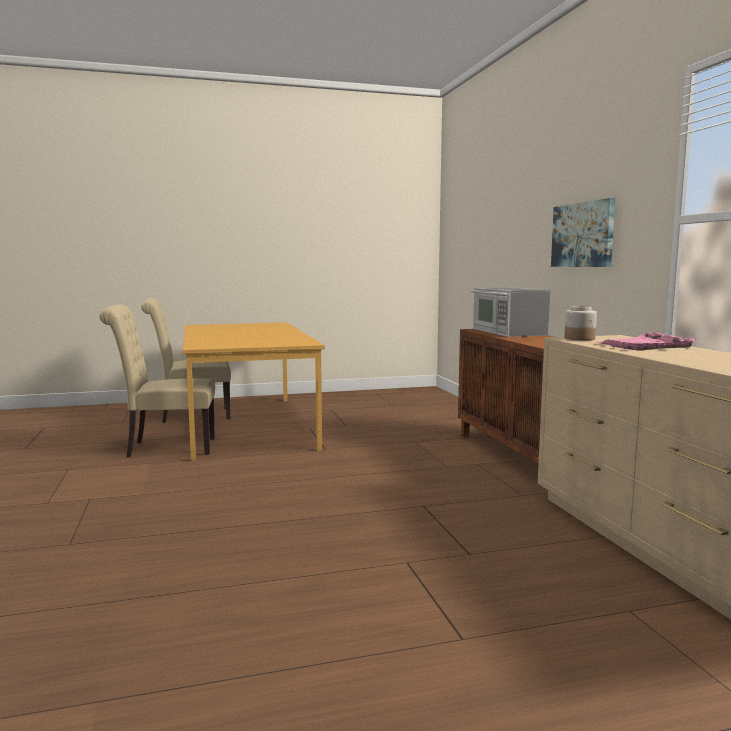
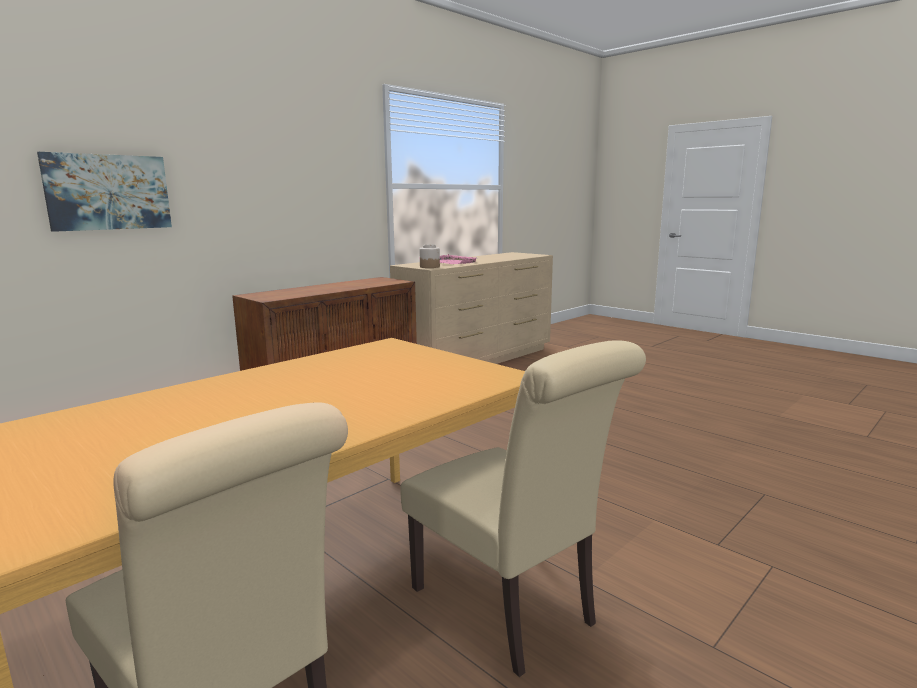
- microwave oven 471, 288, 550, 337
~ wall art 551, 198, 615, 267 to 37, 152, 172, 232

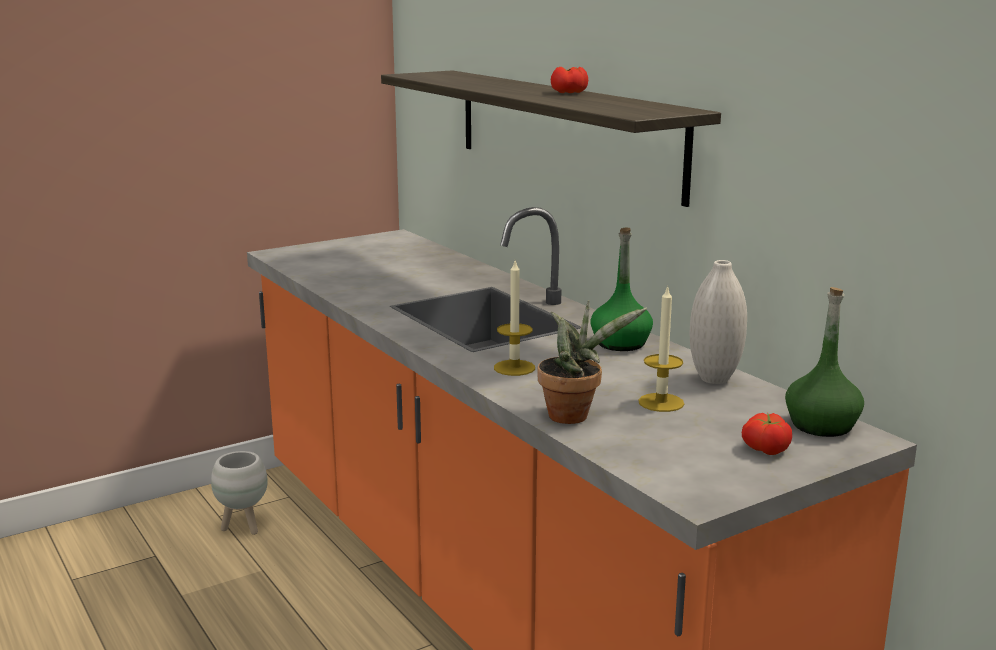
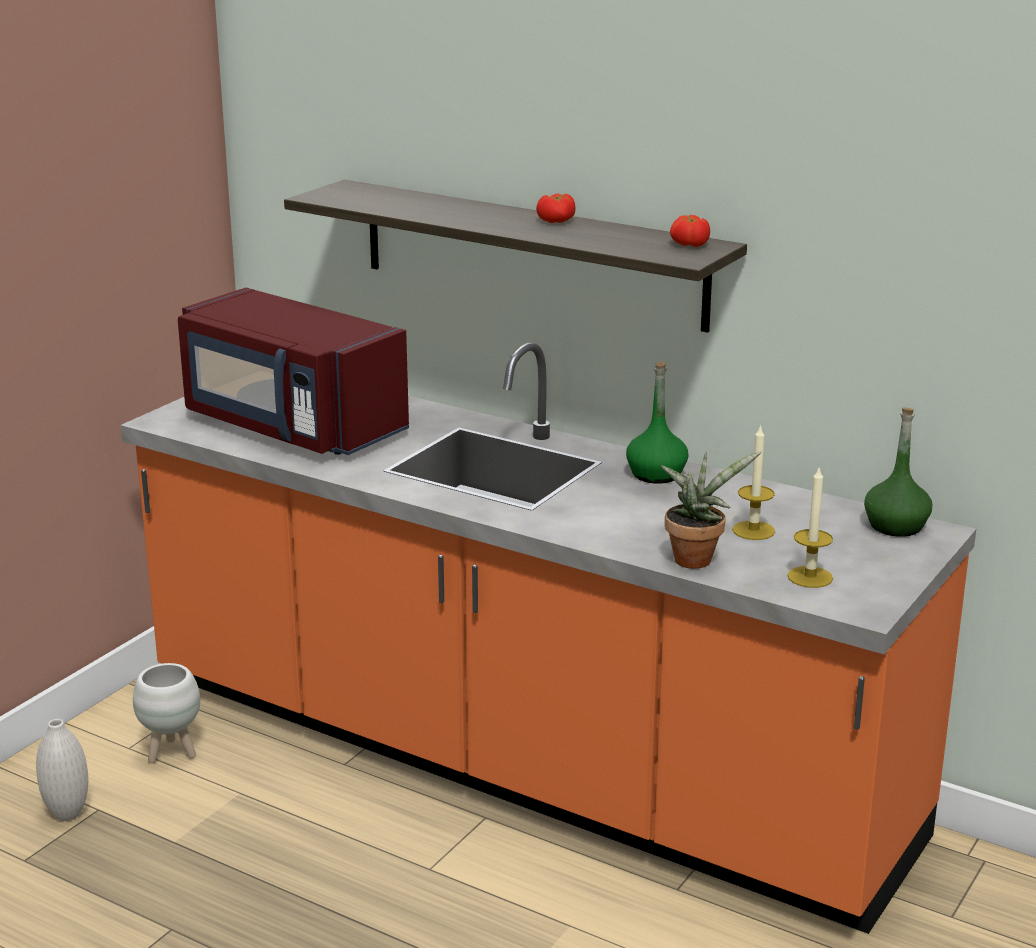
+ microwave oven/red-coloured 178, 288, 409, 455
~ wax light 494, 261, 535, 376 to 787, 468, 833, 588
~ decorative vase/white-coloured 690, 260, 747, 384 to 36, 719, 88, 821
~ tomato 742, 413, 792, 455 to 670, 215, 710, 247

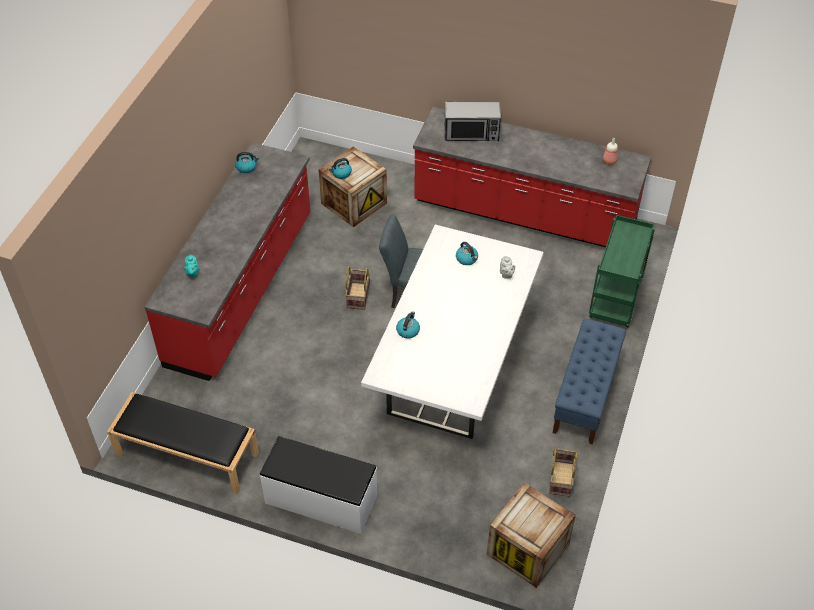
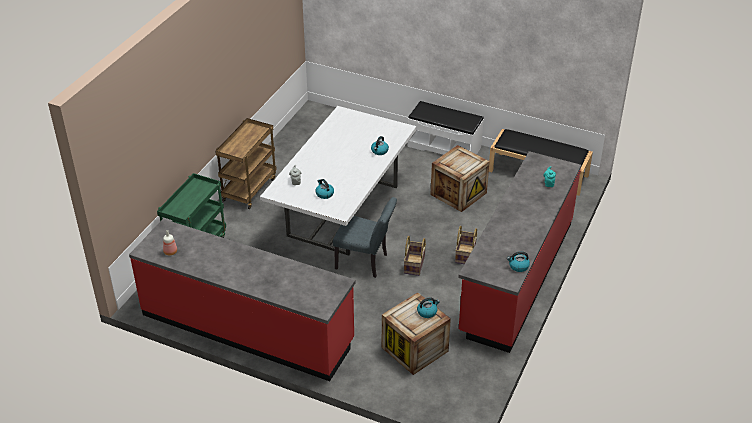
- microwave oven 444, 102, 501, 141
~ crate 487, 482, 576, 588 to 430, 145, 490, 212
~ basket 549, 448, 577, 497 to 455, 226, 477, 264
~ long seat/blue-coloured 553, 319, 626, 445 to trolley/brownish 215, 118, 277, 209

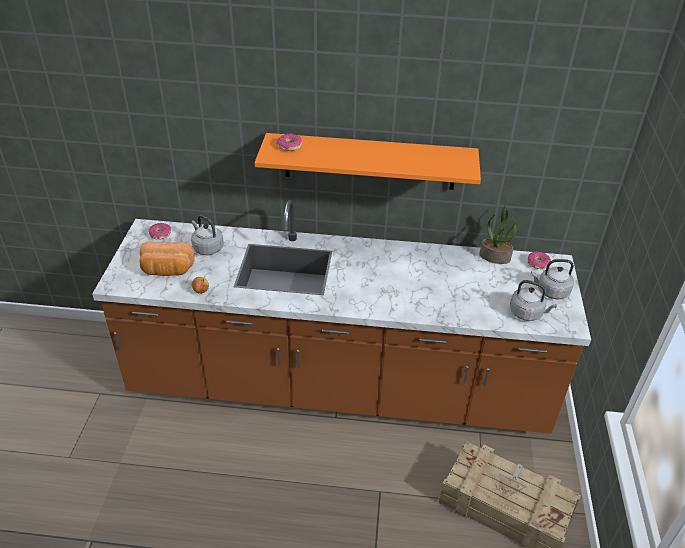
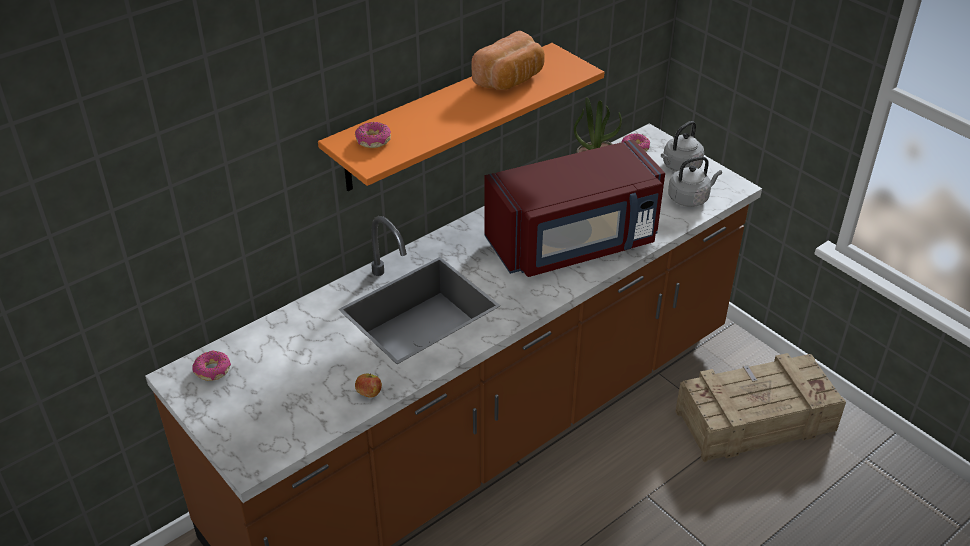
- kettle/grey 191, 215, 224, 255
+ microwave oven/red-coloured 484, 139, 665, 277
~ bakery bread 139, 242, 195, 276 to 471, 31, 545, 90

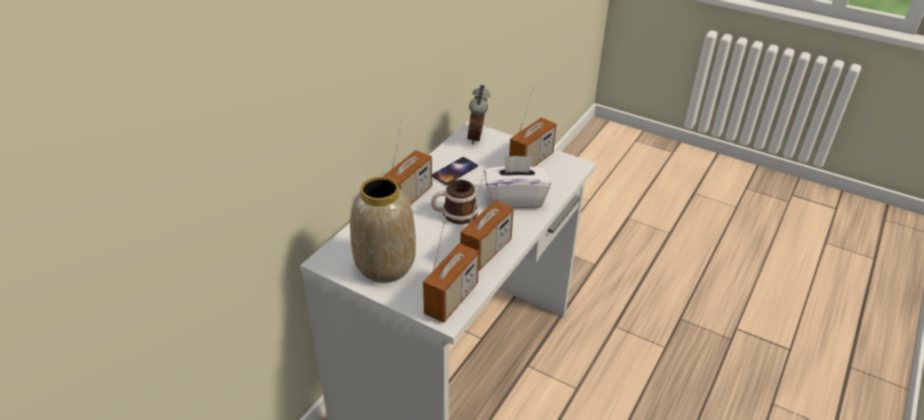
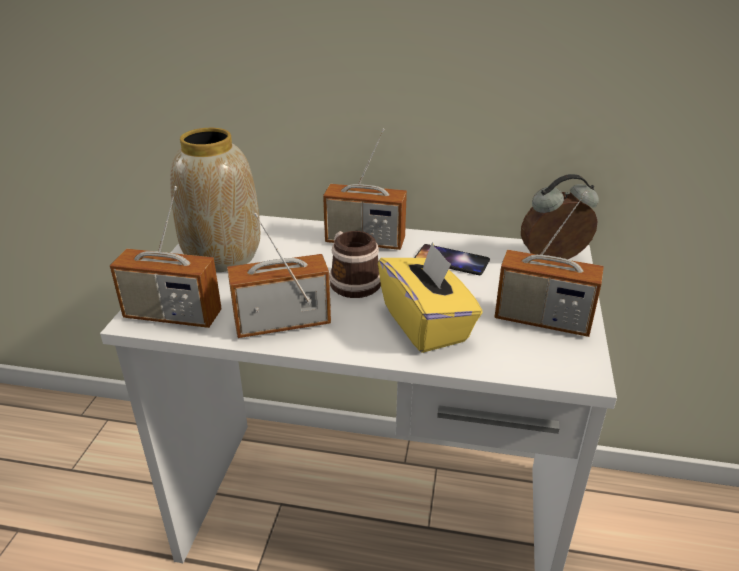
~ tissue holder/white-coloured 485, 155, 551, 208 to tissue holder/yellow-coloured 378, 242, 483, 353
~ radio set 460, 170, 514, 272 = 227, 213, 331, 338 150 degrees clockwise

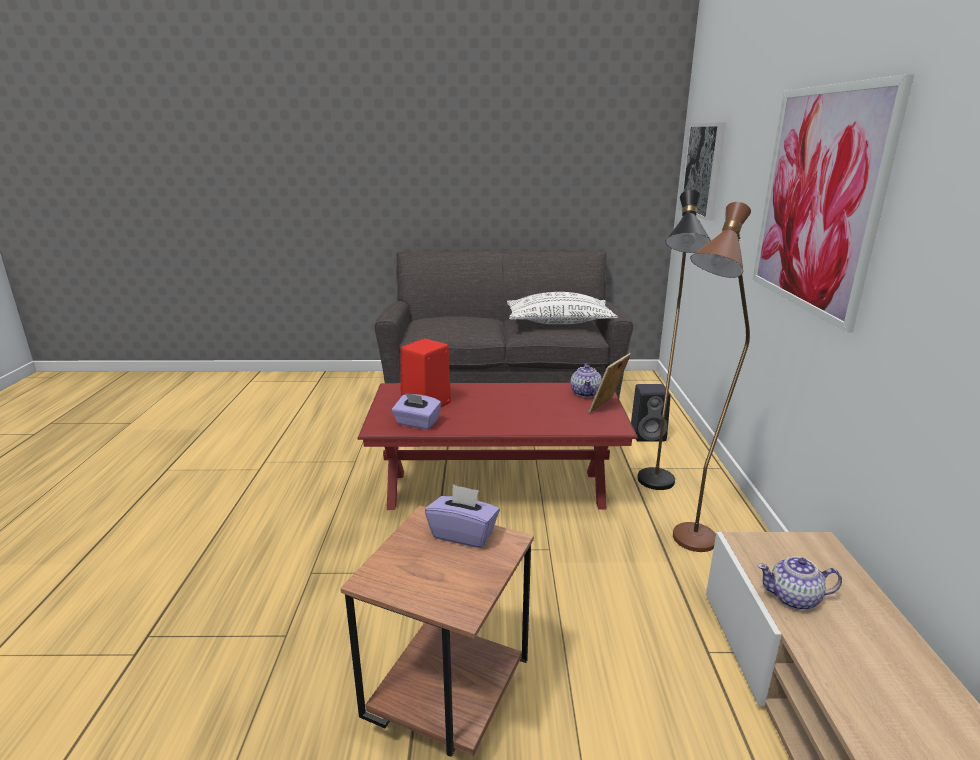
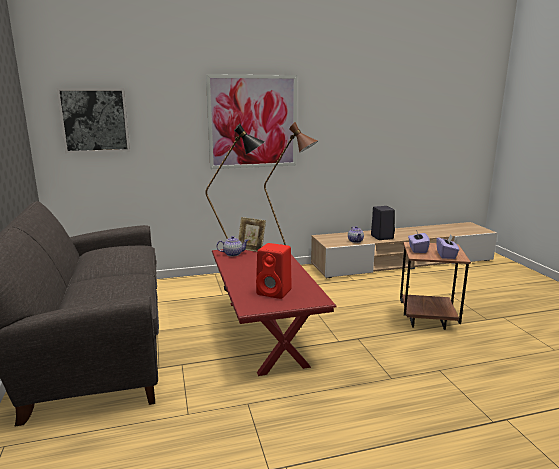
- cushion/white-coloured 507, 292, 618, 324
~ tissue holder/purplish 392, 393, 441, 429 to 437, 235, 459, 259
~ audio speaker/black 631, 384, 670, 442 to 371, 206, 395, 240

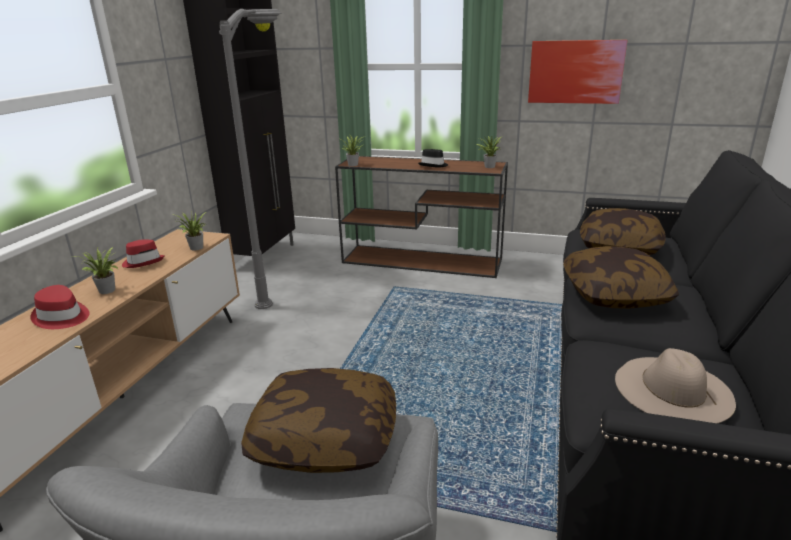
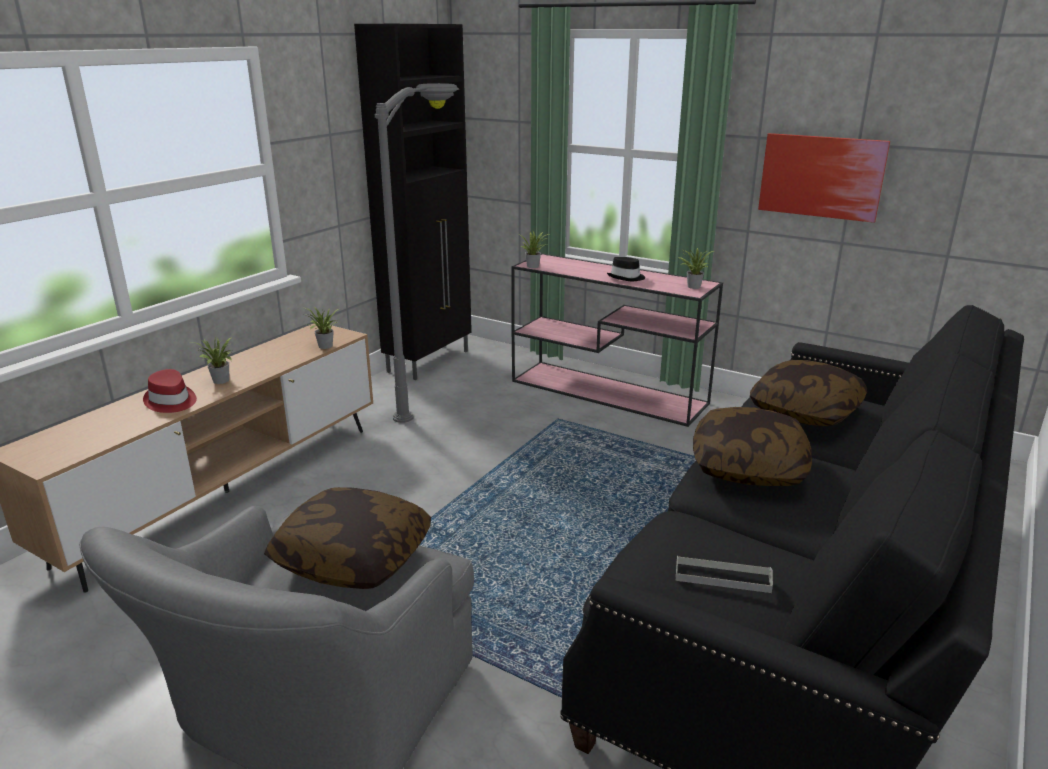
- hat/red-coloured 122, 239, 165, 268
~ hat/beige-coloured 615, 348, 736, 424 to carrying tray/grey 676, 555, 773, 593
~ console table/brownish 335, 156, 508, 278 to console table/pink-coloured 512, 253, 723, 427

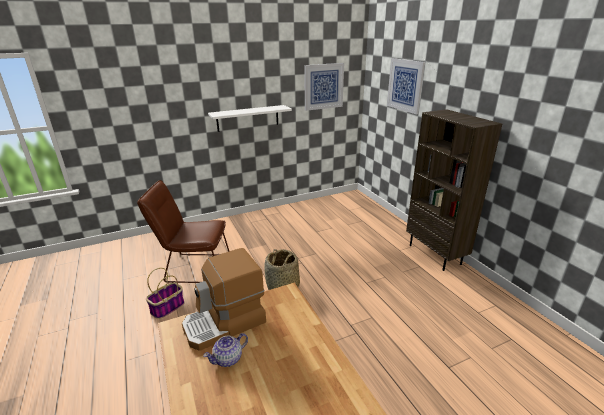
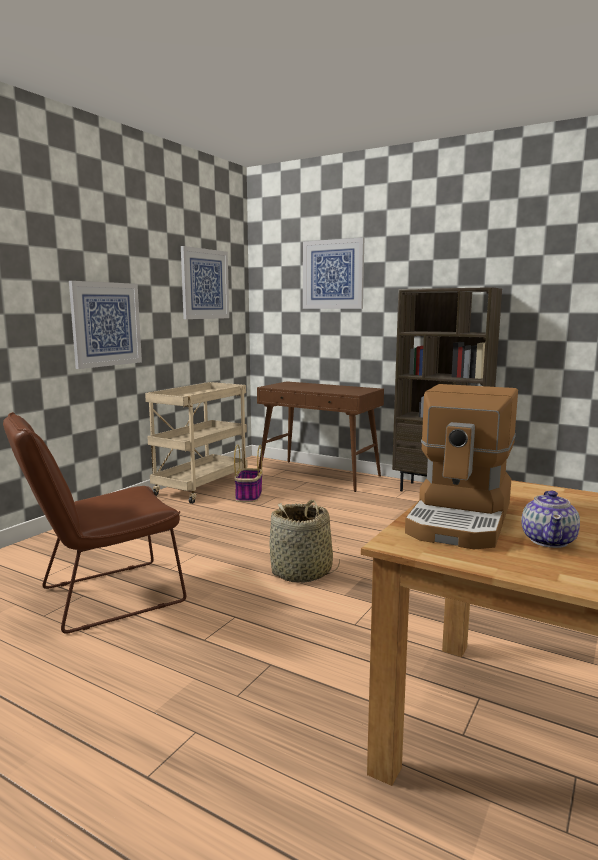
+ trolley/beige-coloured 145, 382, 248, 504
+ console table/brownish 257, 381, 384, 492
~ basket 146, 268, 185, 319 to 234, 444, 263, 502
~ bracket shelf/white-coloured 208, 105, 292, 132 to wall art 69, 281, 142, 369

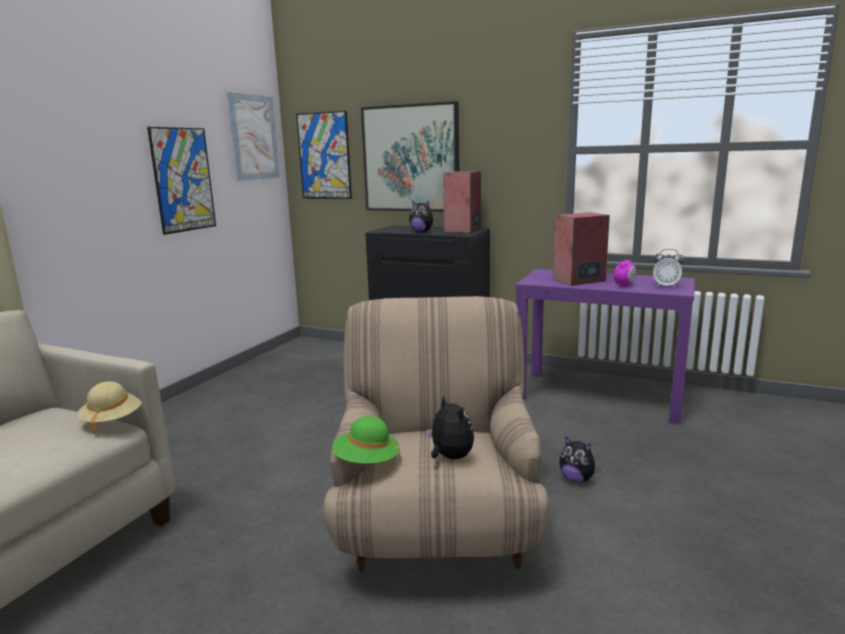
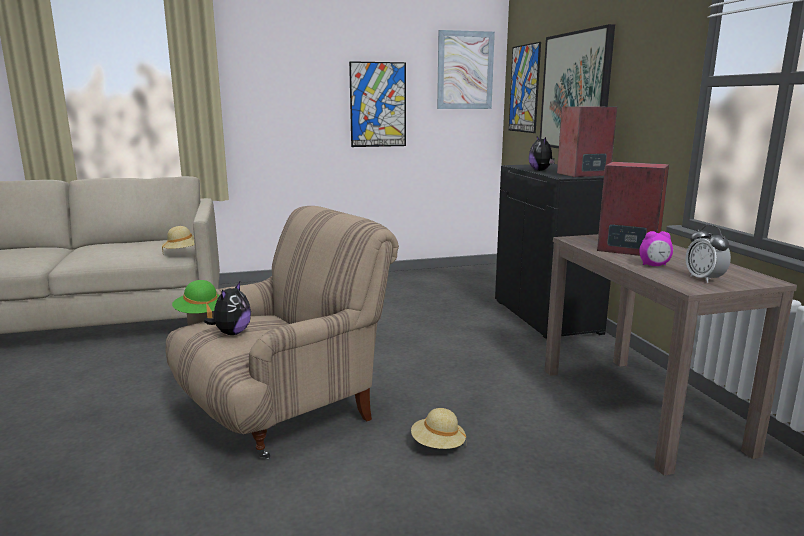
~ plush toy 559, 436, 601, 482 to hat/beige-coloured 411, 408, 466, 449
~ console table/purplish 516, 269, 695, 424 to console table/brownish 544, 234, 797, 476

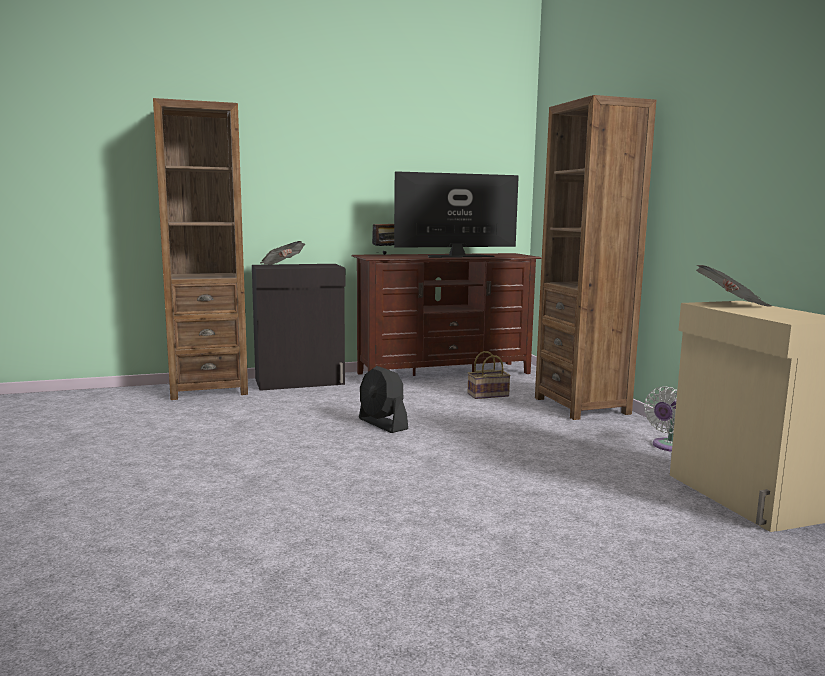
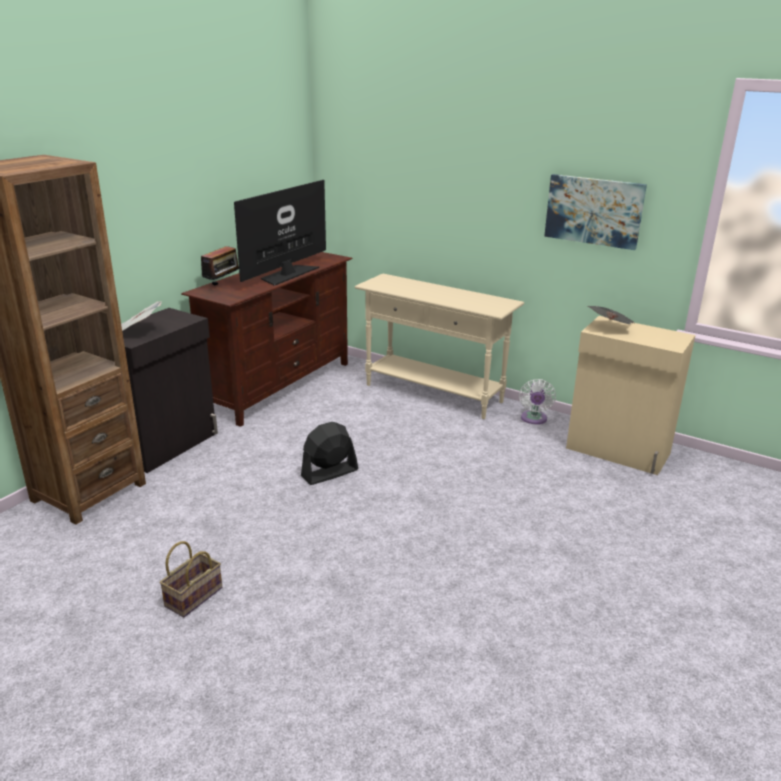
+ wall art 544, 174, 647, 250
~ basket 468, 351, 511, 399 to 160, 541, 222, 617
~ bookshelf/brownish 535, 95, 656, 420 to console table/beige-coloured 355, 274, 524, 419
~ cooling fan/black 359, 366, 408, 433 = 301, 422, 358, 485 135 degrees clockwise

